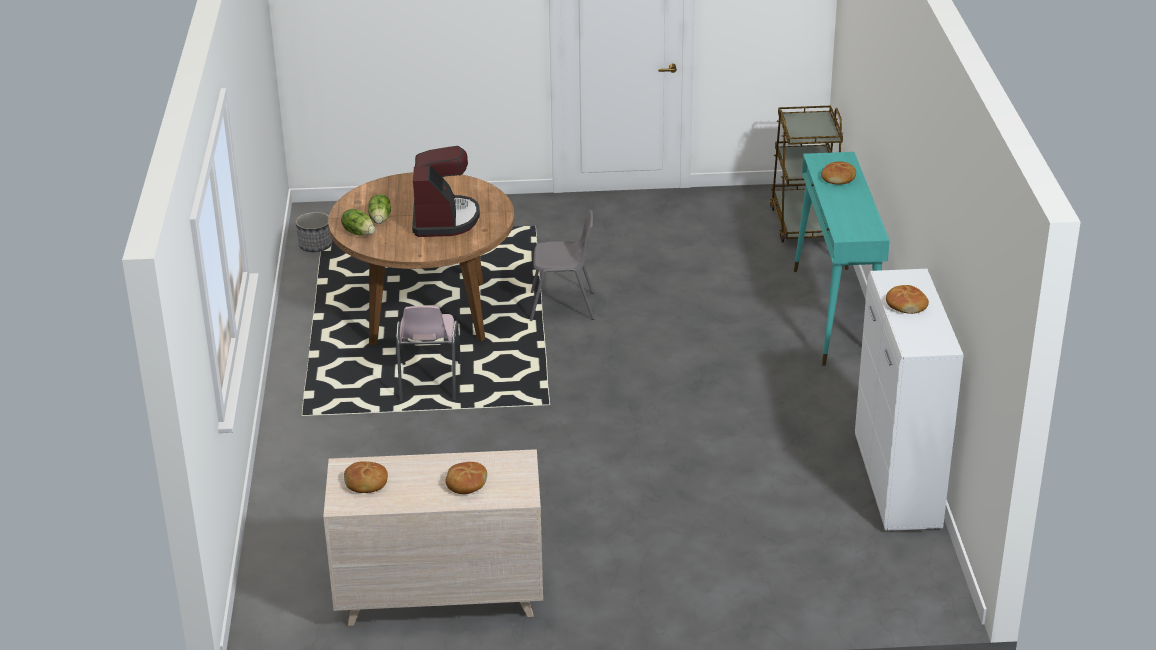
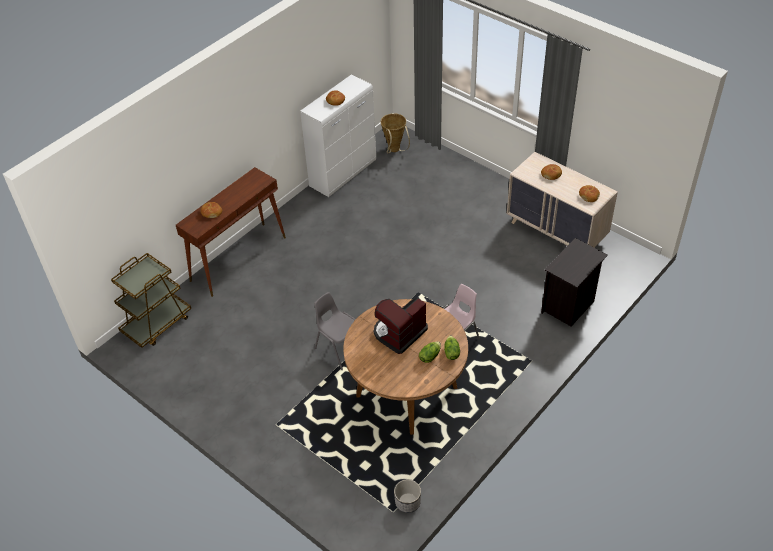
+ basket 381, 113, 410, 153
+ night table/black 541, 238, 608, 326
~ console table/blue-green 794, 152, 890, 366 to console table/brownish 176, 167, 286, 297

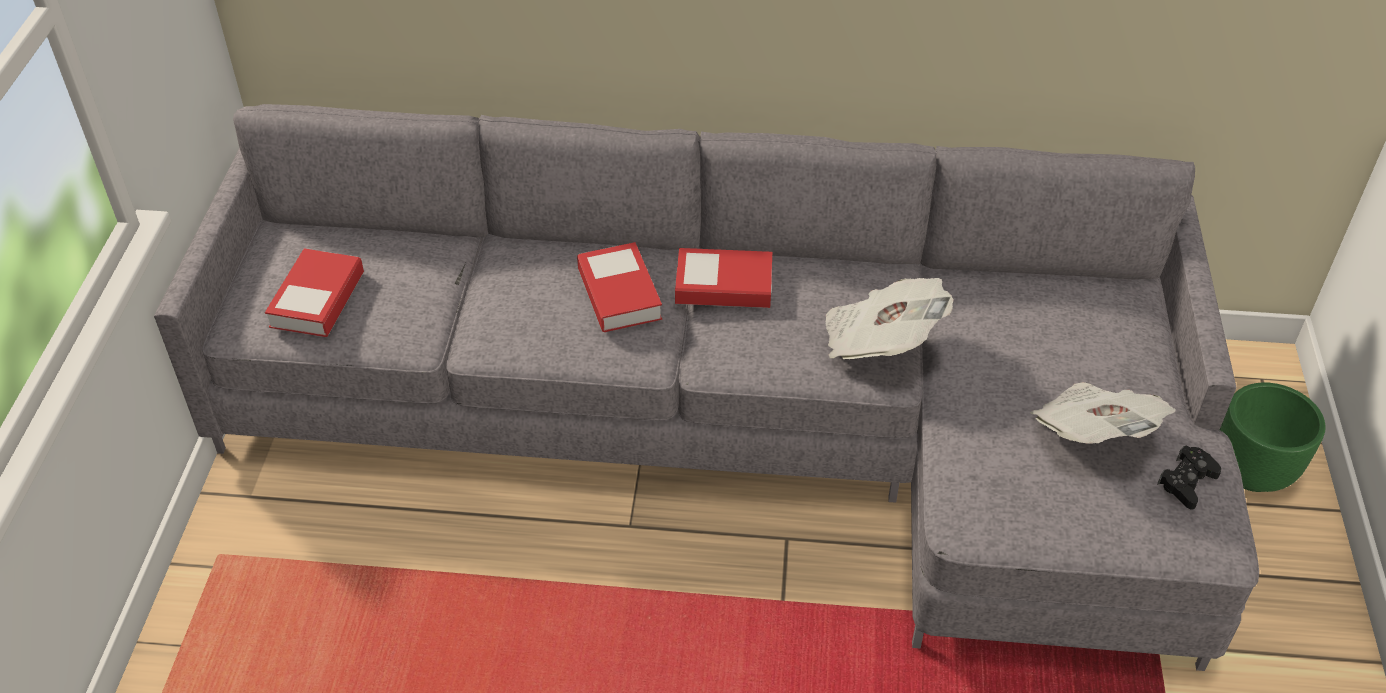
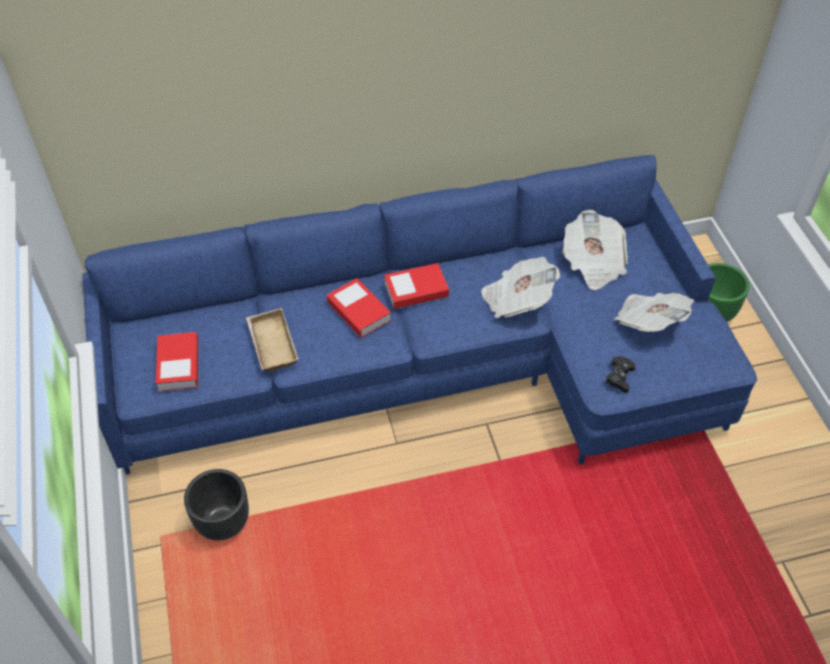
+ flower pot/black 184, 469, 249, 541
+ carrying tray/beige-coloured 246, 308, 299, 371
+ newspaper 563, 210, 628, 290
~ joypad/black 1157, 446, 1221, 510 to 605, 356, 636, 393
~ sofa/grey 154, 104, 1259, 671 to sofa/blue-coloured 82, 155, 757, 475

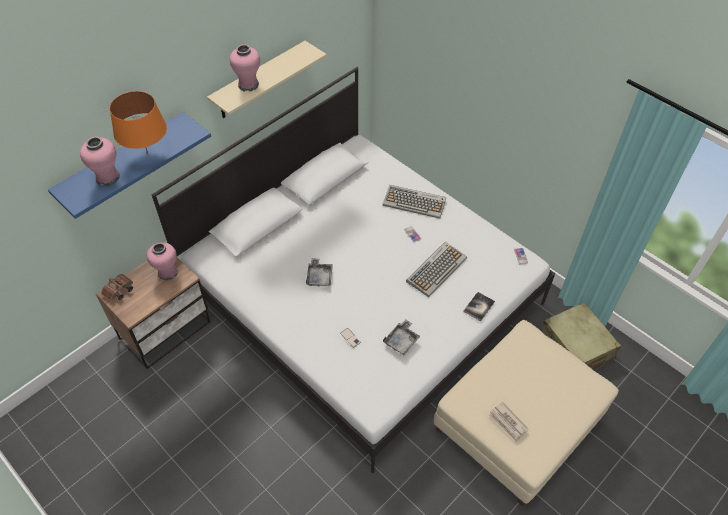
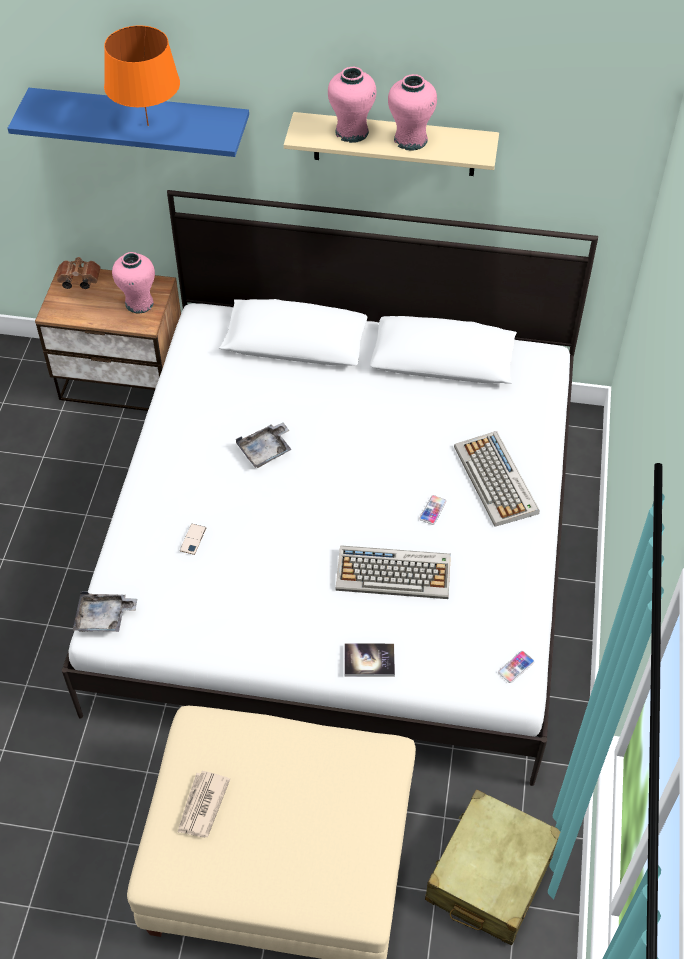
~ decorative vase/pink-coloured 80, 137, 120, 186 to 388, 74, 437, 151
~ carrying tray/grey 383, 319, 420, 355 to 73, 591, 137, 632

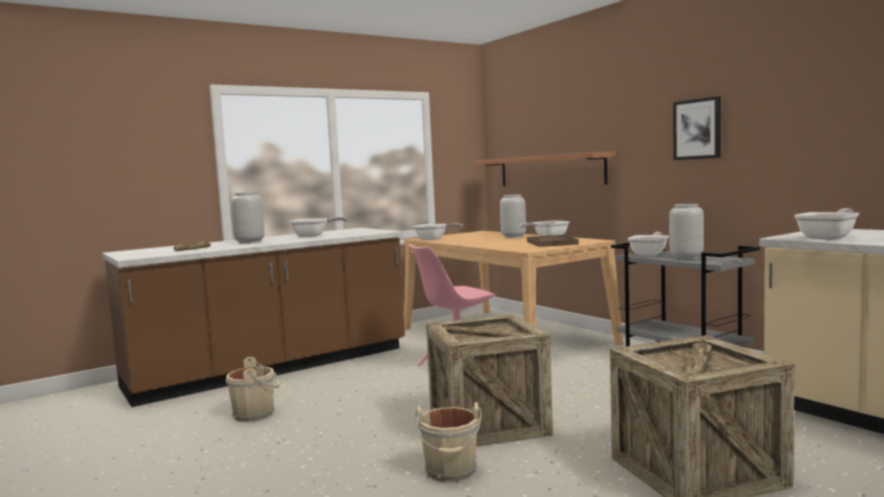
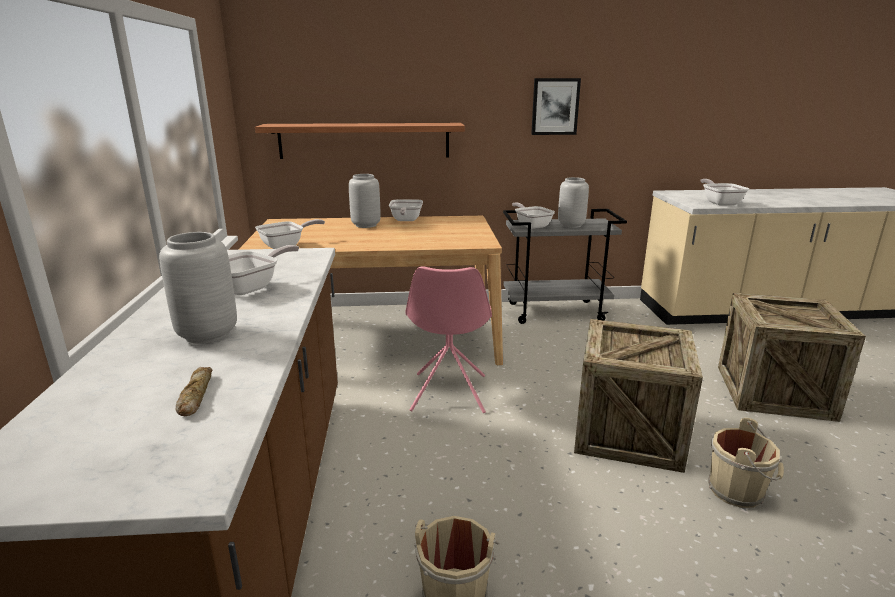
- carrying tray/brownish 527, 235, 579, 247

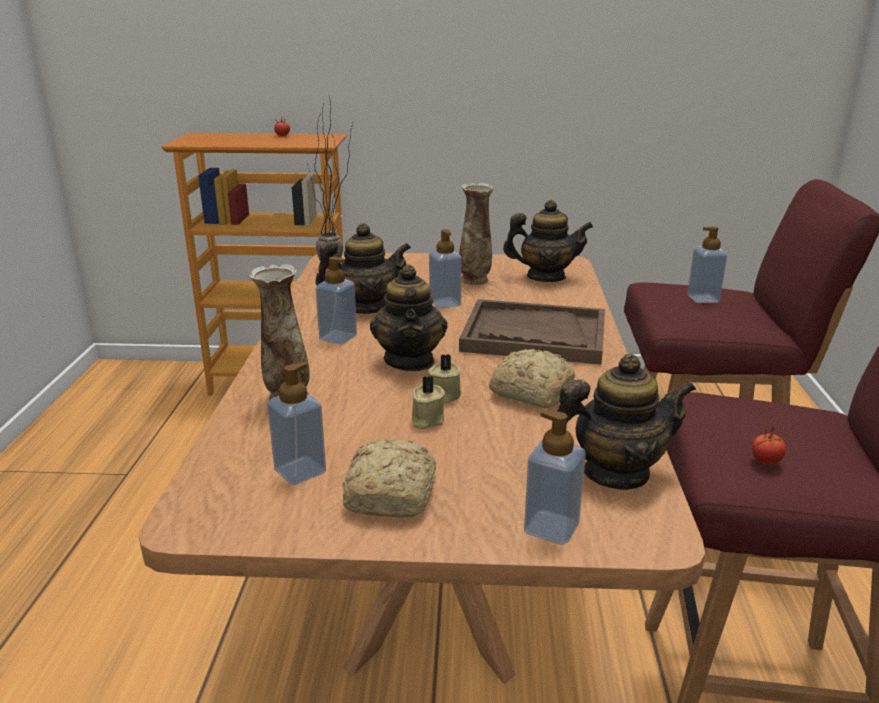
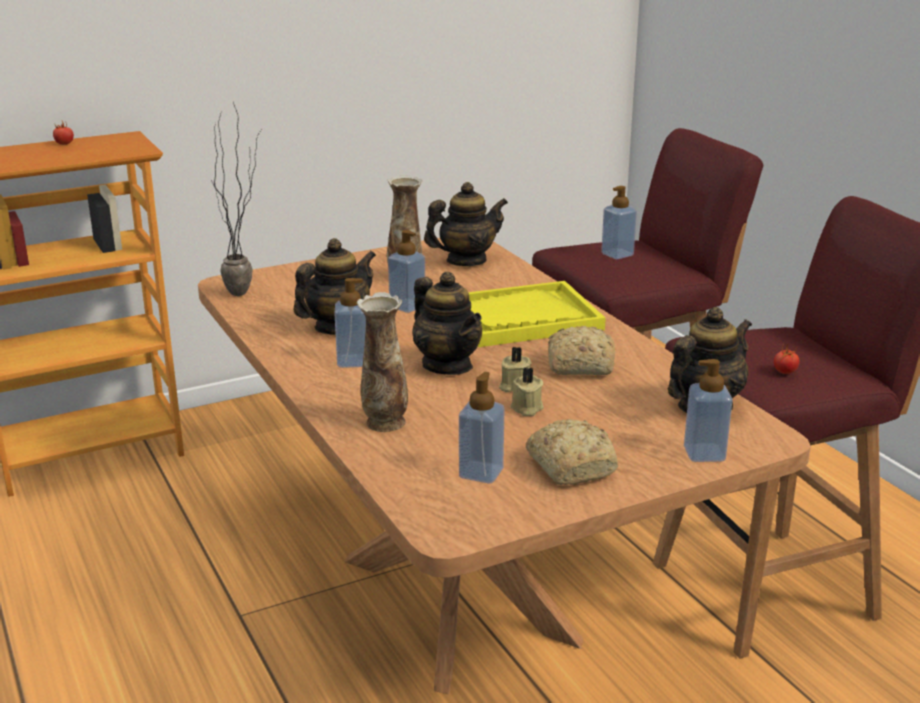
~ carrying tray/brownish 459, 299, 605, 364 to carrying tray/yellow-coloured 468, 281, 606, 347

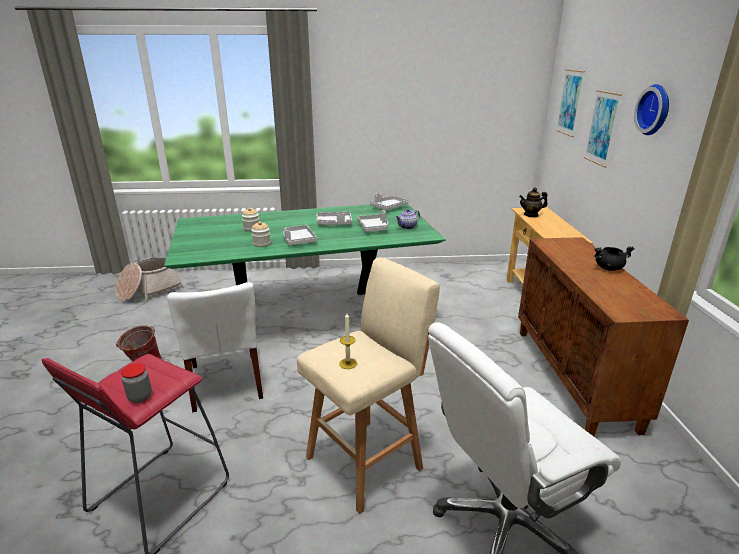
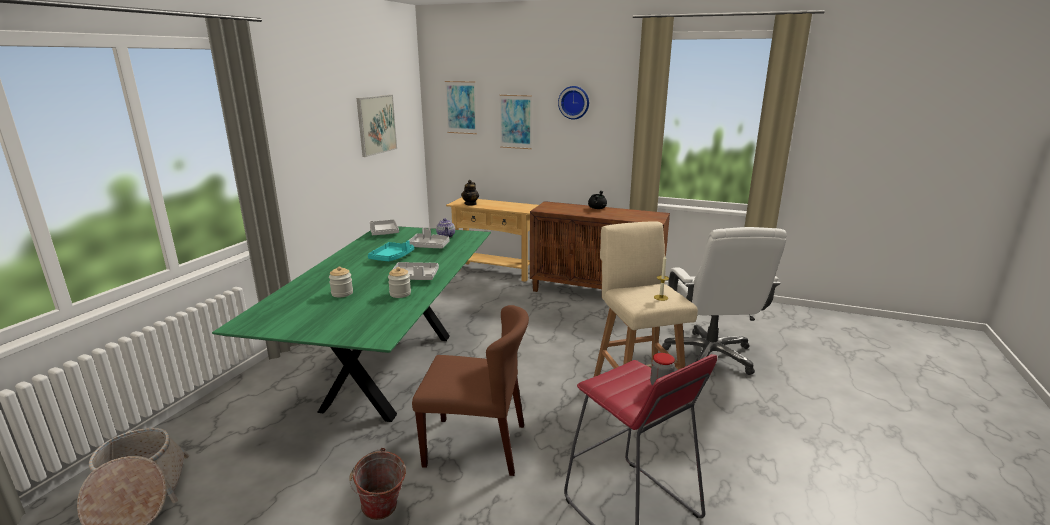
+ wall art 357, 95, 397, 157
~ upright chair/white-coloured 167, 282, 263, 412 to upright chair/brownish 412, 305, 529, 476
~ carrying tray/grey 317, 212, 352, 225 to carrying tray/blue-green 368, 240, 414, 261

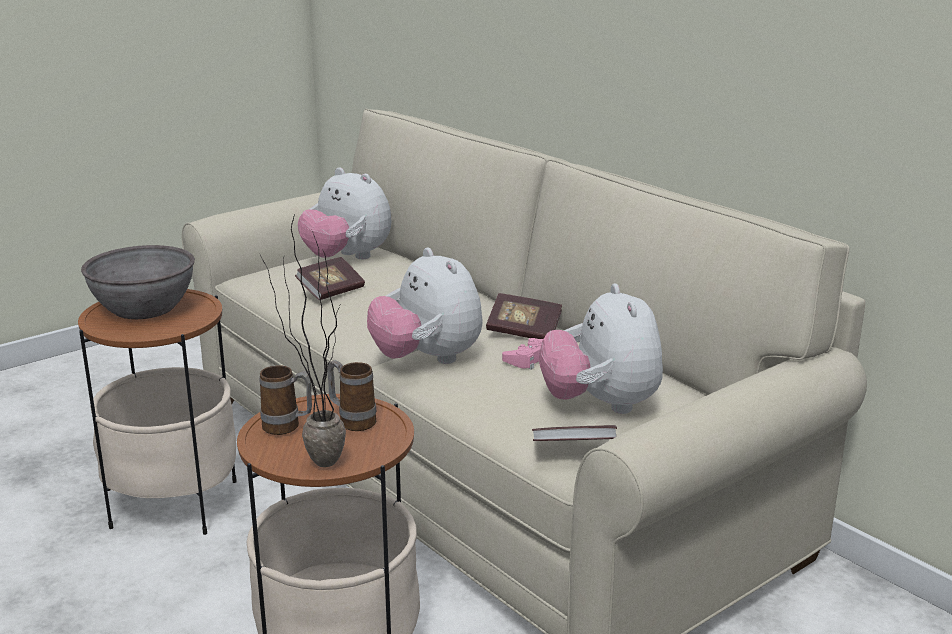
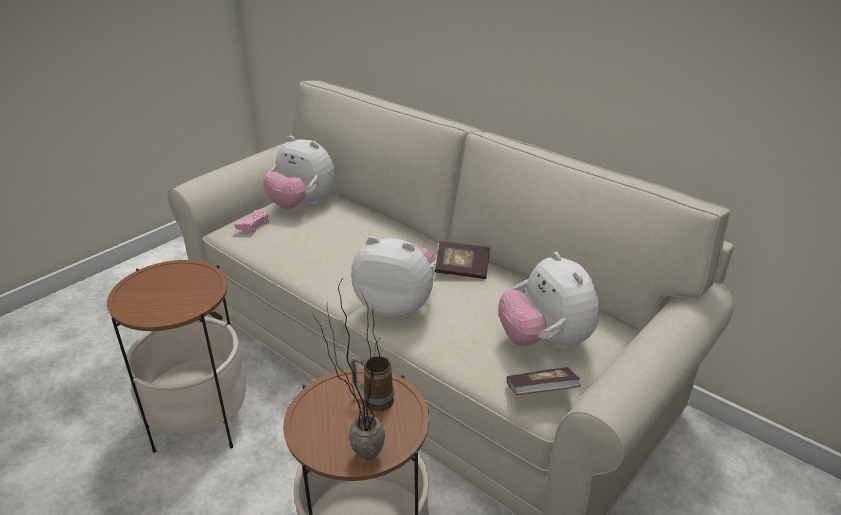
- serving bowl/grey 81, 245, 195, 319
- tea mug 259, 365, 312, 435
- volume 295, 257, 365, 300
~ joypad/pink-coloured 502, 338, 543, 370 to 234, 210, 269, 233
~ plush toy 367, 247, 482, 364 = 351, 236, 435, 319 150 degrees clockwise

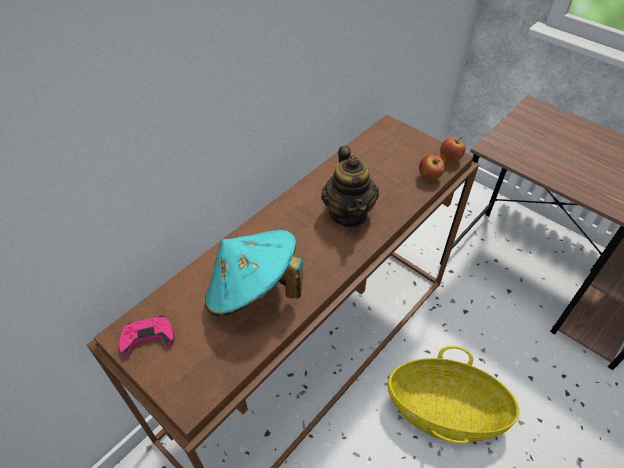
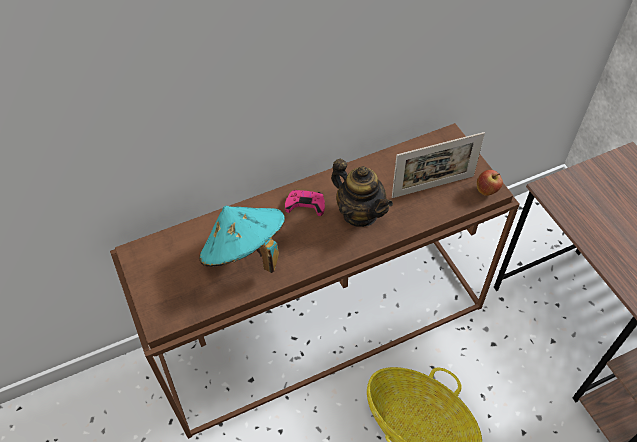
- whole apple 419, 155, 445, 181
+ standing frame 392, 132, 485, 198
~ joypad/pink-coloured 119, 316, 174, 357 to 285, 190, 325, 216
~ tea pot 321, 146, 379, 227 = 331, 159, 393, 227 60 degrees counterclockwise

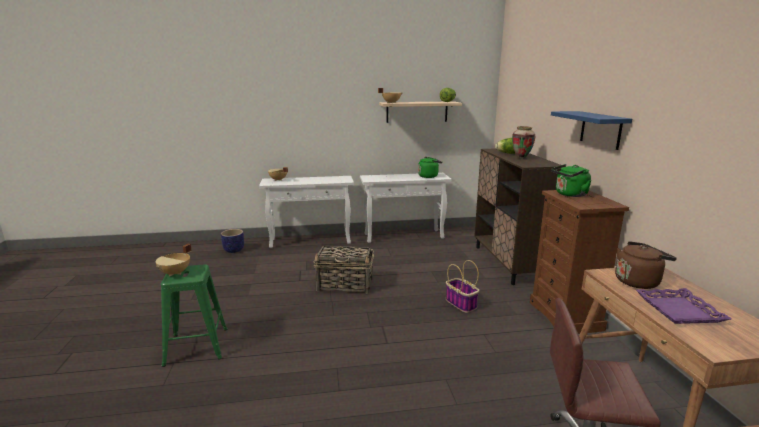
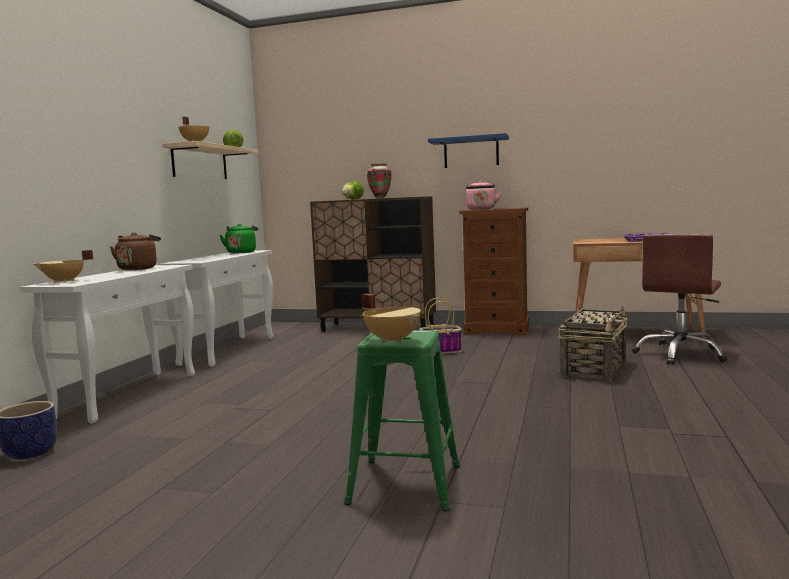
~ basket 313, 246, 374, 294 to 558, 306, 627, 382
~ kettle/brownish 615, 241, 677, 289 to 110, 232, 161, 270
~ kettle/greenish 552, 164, 591, 197 to kettle/pink-coloured 466, 180, 502, 210

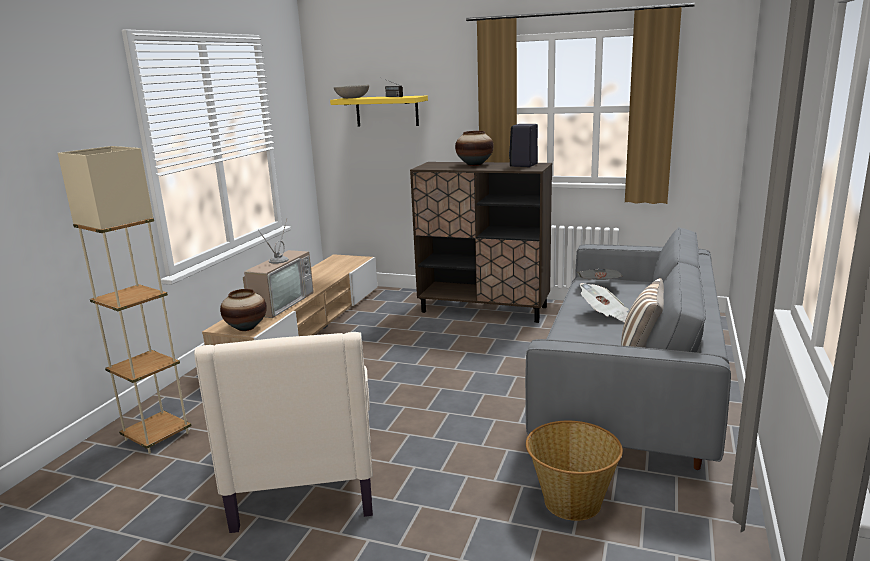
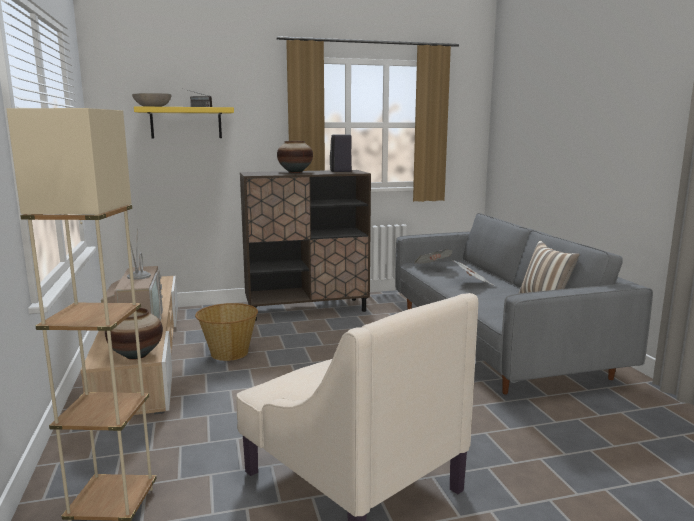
~ basket 526, 421, 623, 521 to 195, 303, 258, 361

